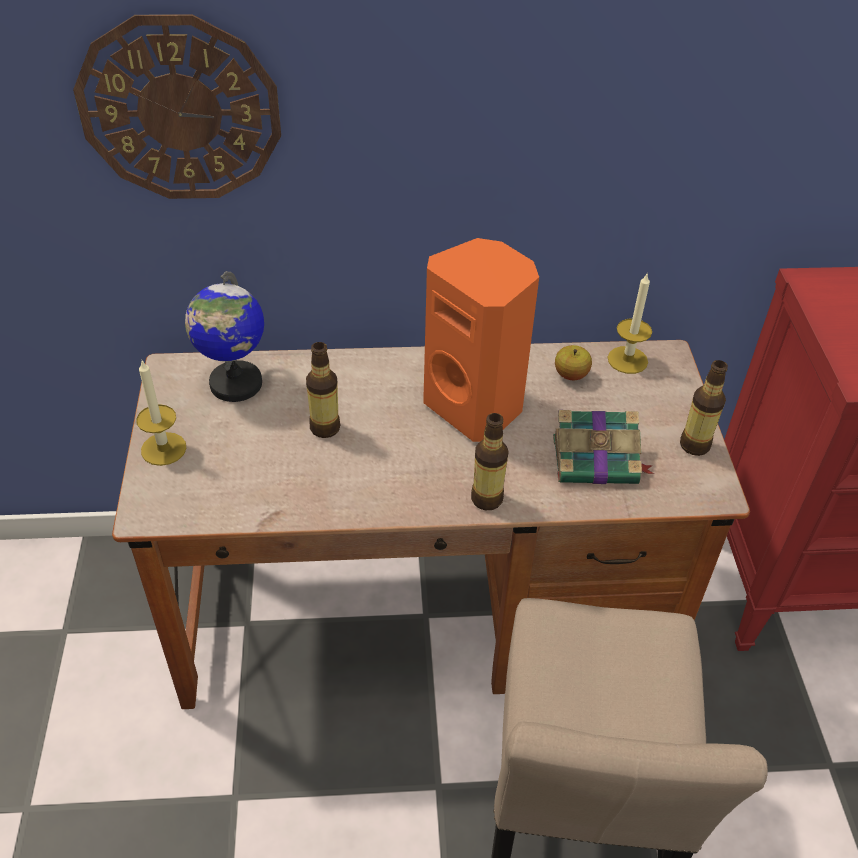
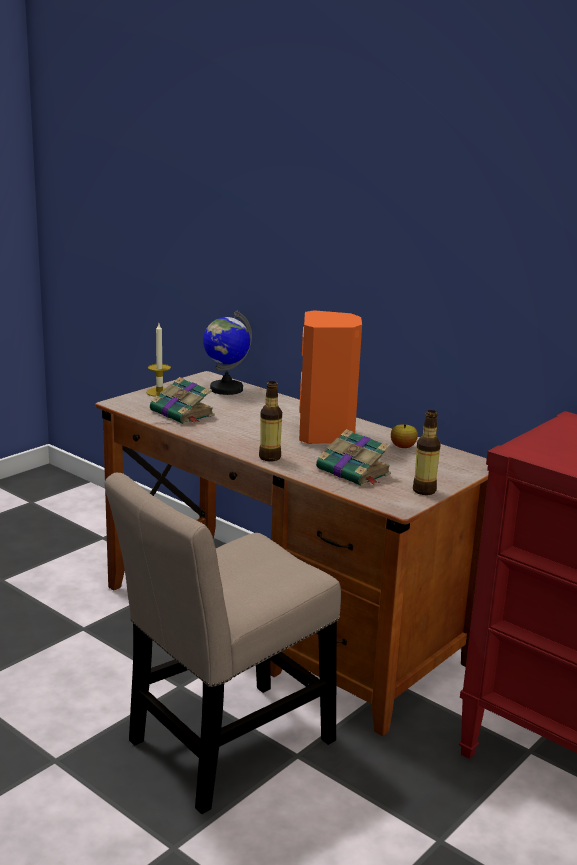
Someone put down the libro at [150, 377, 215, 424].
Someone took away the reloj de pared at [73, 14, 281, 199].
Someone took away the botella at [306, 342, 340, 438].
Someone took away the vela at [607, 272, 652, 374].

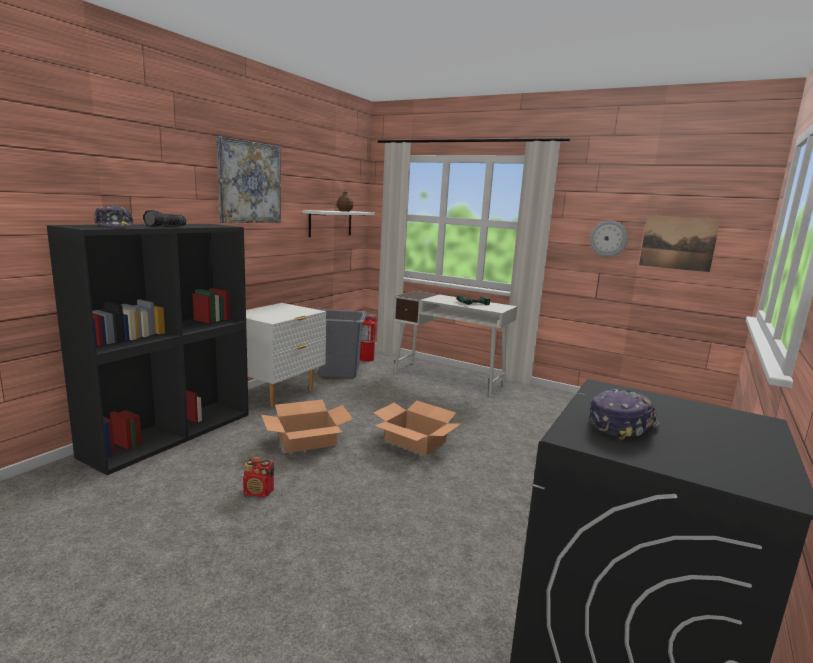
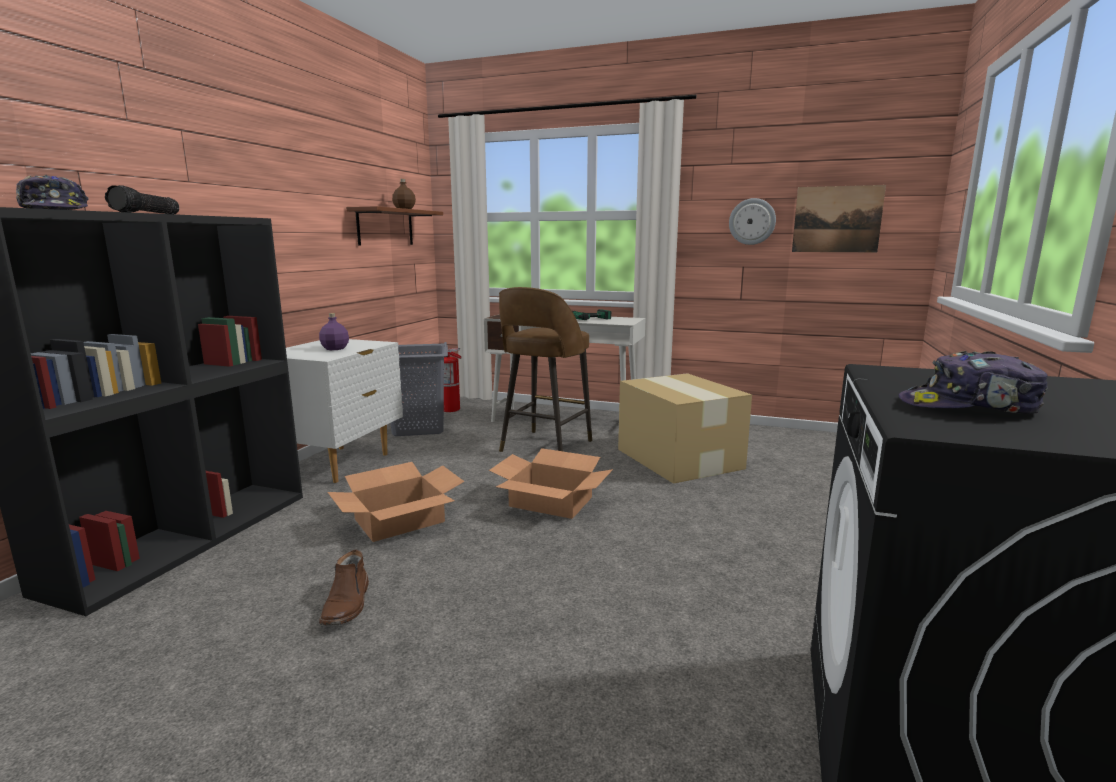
Someone put down the botella [morado] at [319, 313, 349, 350].
Someone swapped the radio at [243, 457, 274, 497] for the bota [marrón] at [319, 550, 369, 625].
Someone repainted the estante [blanco] at [302, 210, 375, 237], which became the estante [marrón] at [346, 206, 443, 245].
Someone put down the taburete [marrón] at [499, 287, 592, 452].
Someone put down the caja de cartón at [618, 373, 752, 484].
Someone rotated the gorra at [589, 389, 660, 440] by 120 degrees counterclockwise.
Someone took away the cuadro at [216, 136, 281, 223].

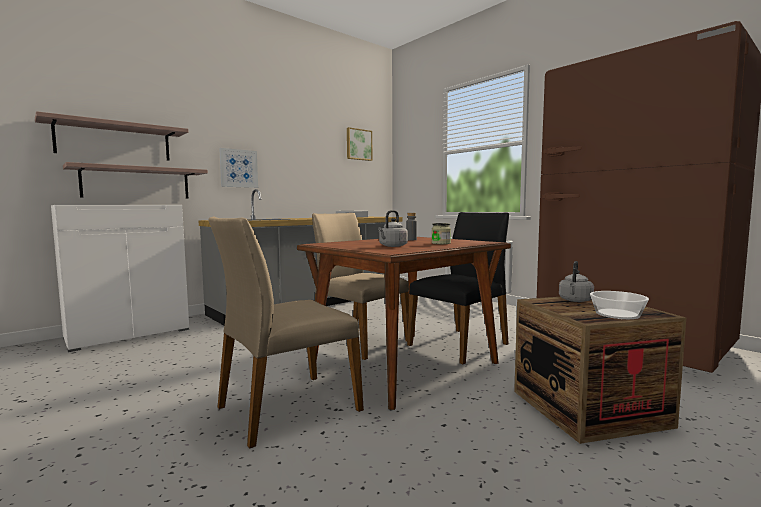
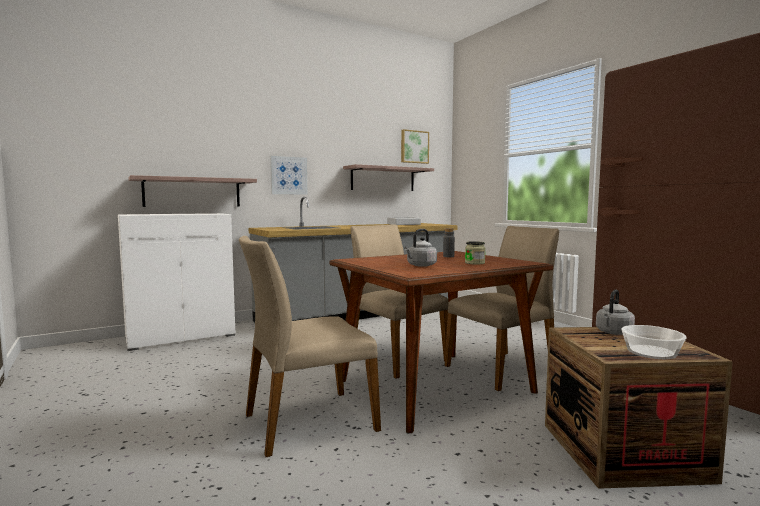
Someone carried the estante from [35, 111, 188, 161] to [343, 164, 434, 191].
Someone repainted the silla [negro] at [407, 212, 509, 364], which became the silla [beis] at [445, 226, 559, 391].

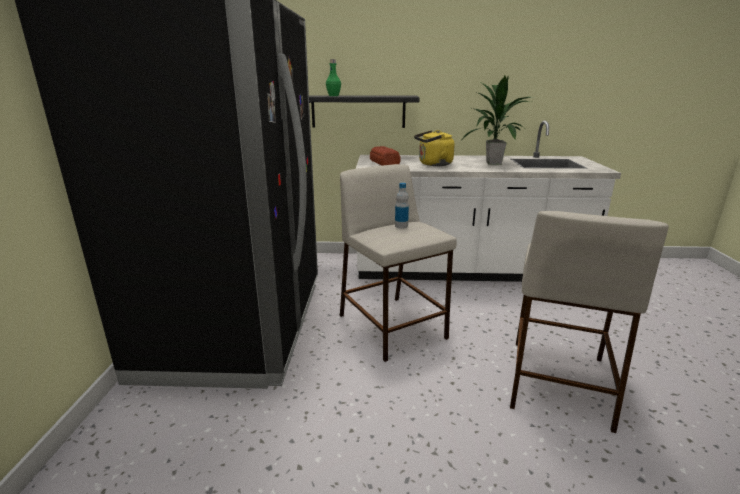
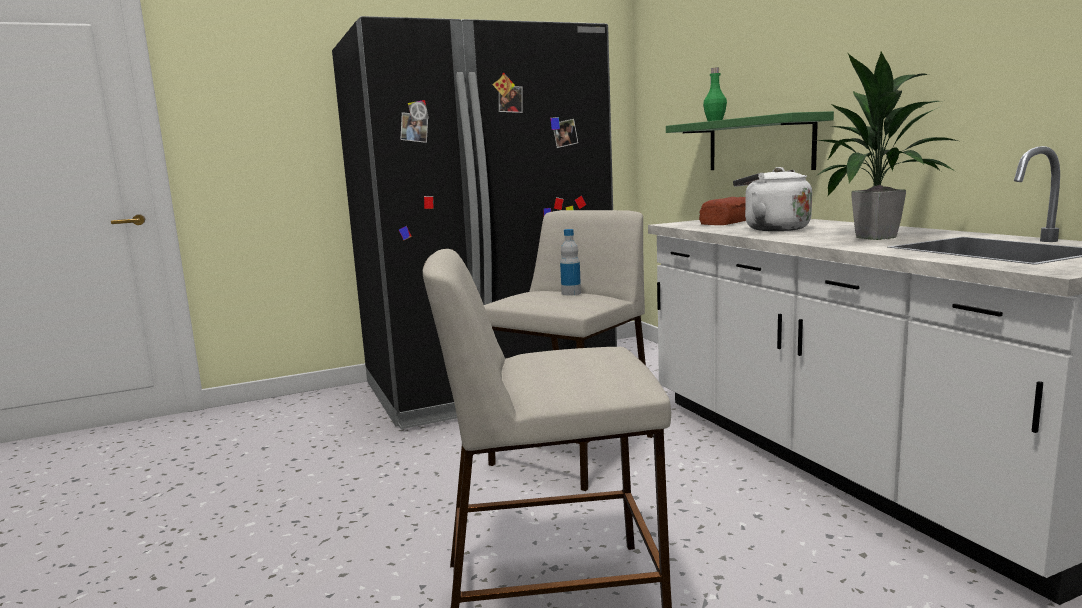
Someone repainted the estante [negro] at [309, 95, 420, 128], which became the estante [verde] at [666, 111, 834, 170].
Someone repainted the hervidor [amarillo] at [414, 130, 455, 166], which became the hervidor [blanco] at [733, 167, 812, 231].

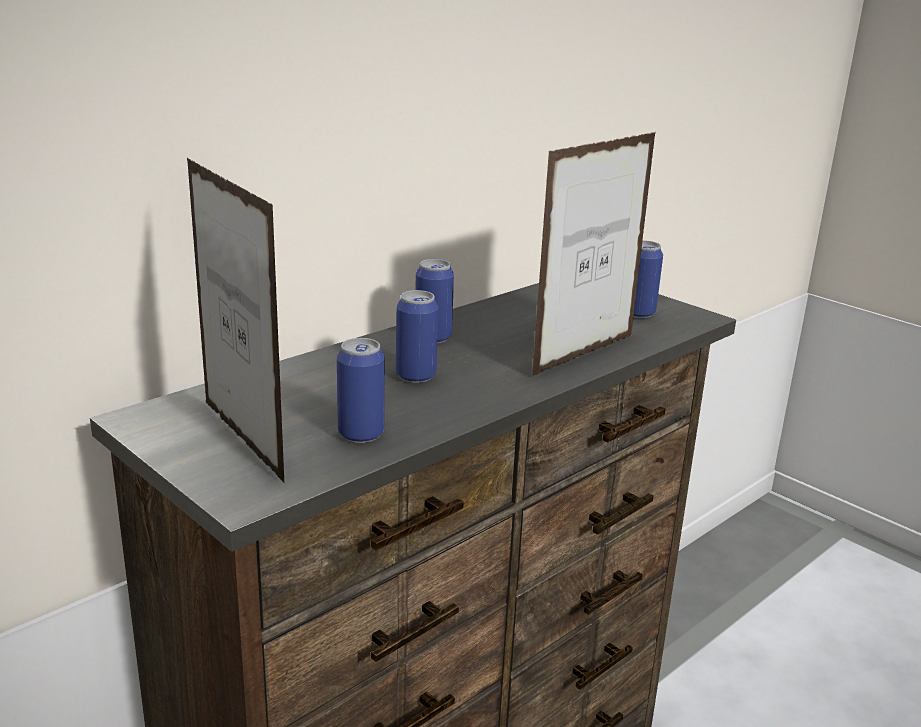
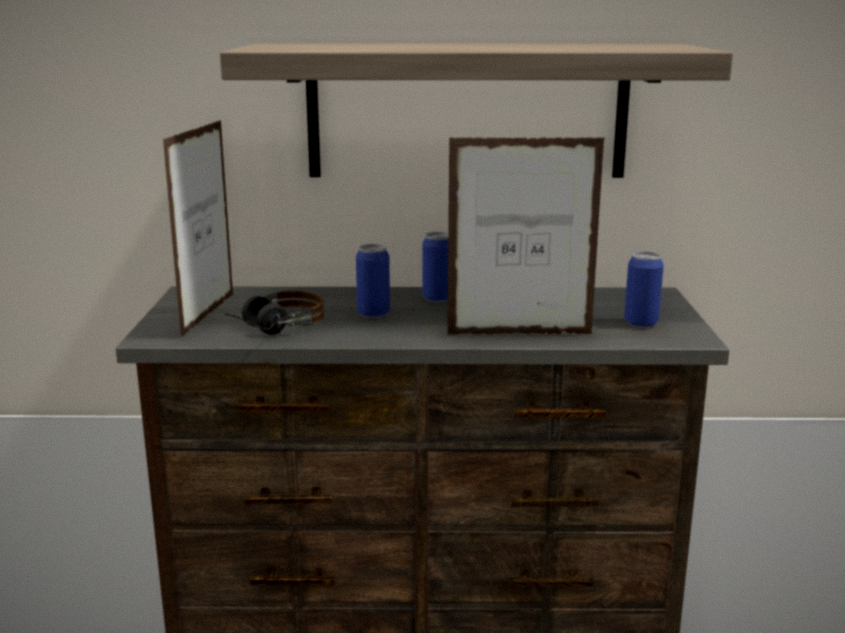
Someone put up the estante at [220, 43, 733, 178].
Someone swapped the lata at [337, 338, 385, 443] for the auriculares at [225, 291, 324, 335].

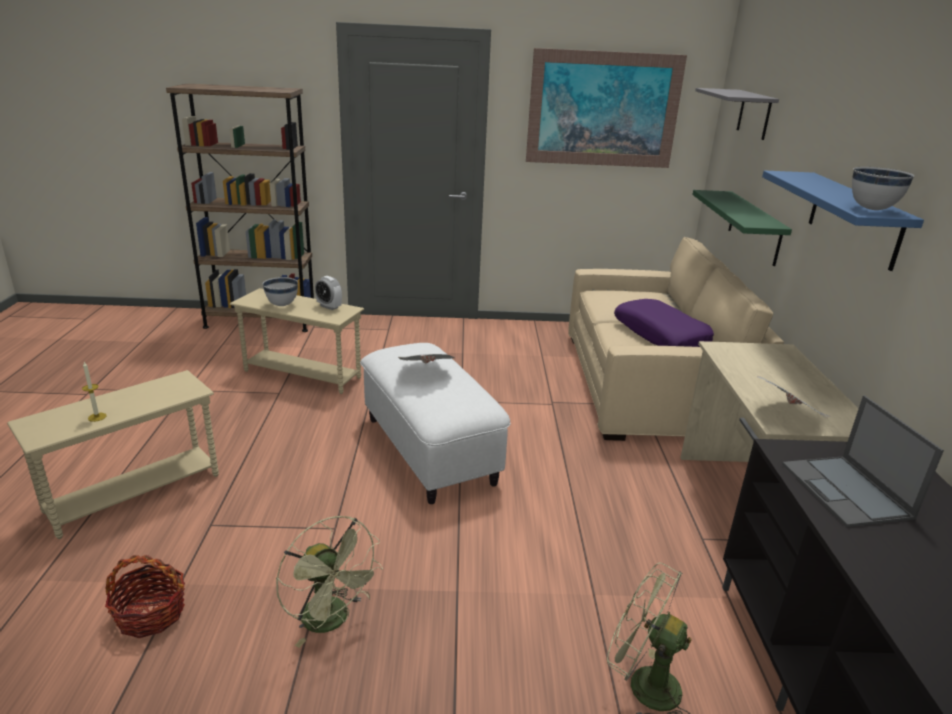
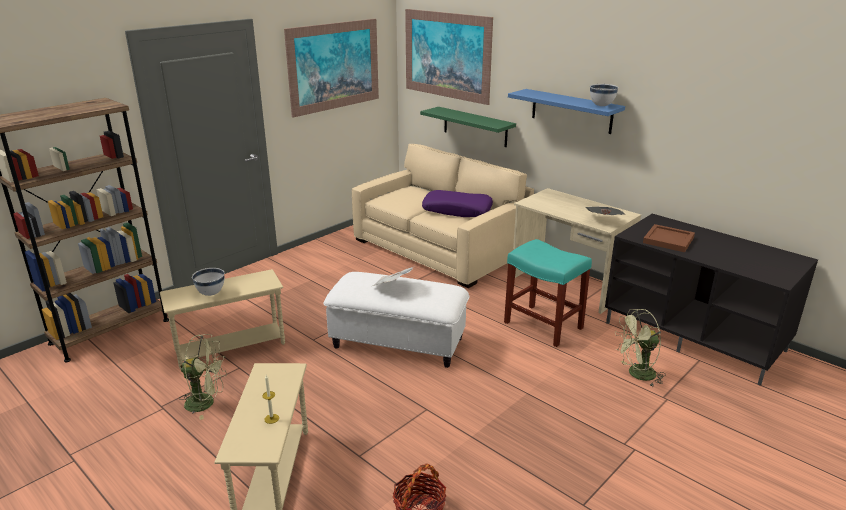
Someone carried the ventilador [verde] from [276, 516, 383, 648] to [179, 334, 227, 420].
Someone swapped the estante [gris] at [695, 88, 779, 140] for the cuadro at [405, 9, 493, 105].
Someone put down the taburete [turquesa] at [504, 239, 592, 347].
Someone swapped the portátil at [782, 396, 944, 527] for the bandeja [marrón] at [643, 224, 695, 252].
Someone took away the despertador at [315, 276, 342, 310].

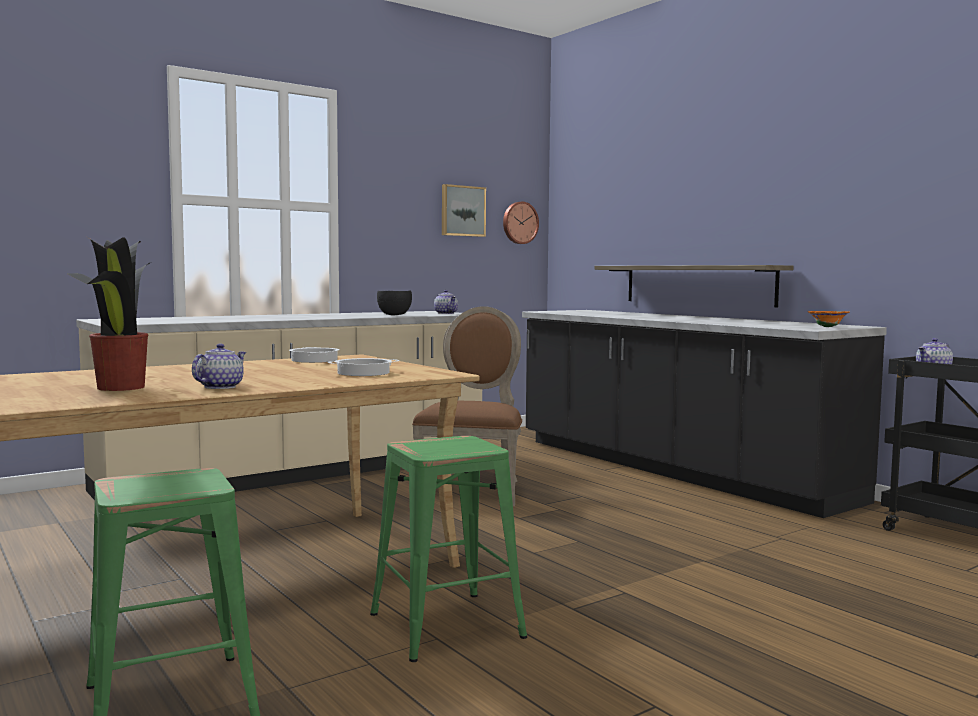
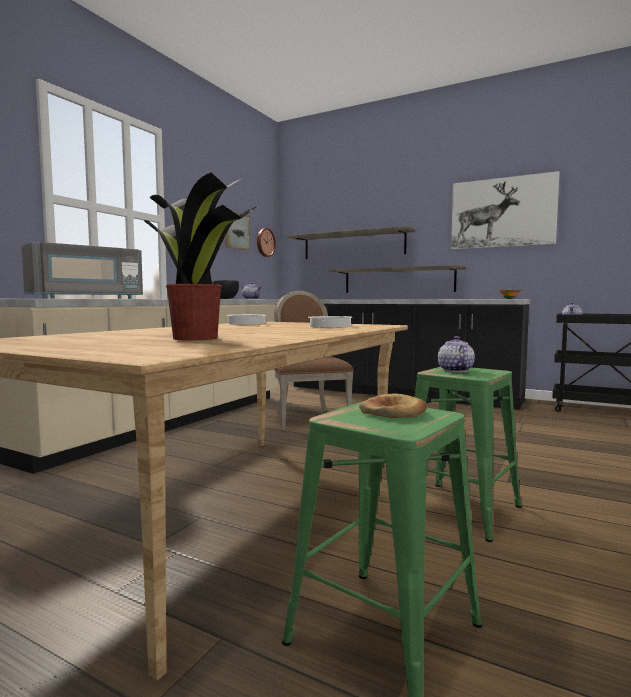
Someone put down the microondas [gris] at [21, 242, 143, 299].
Someone put up the estante at [288, 226, 415, 259].
Someone put down the pan at [359, 394, 427, 418].
Someone carried the tetera from [192, 344, 246, 389] to [438, 336, 475, 372].
Someone put up the cuadro at [451, 171, 560, 249].

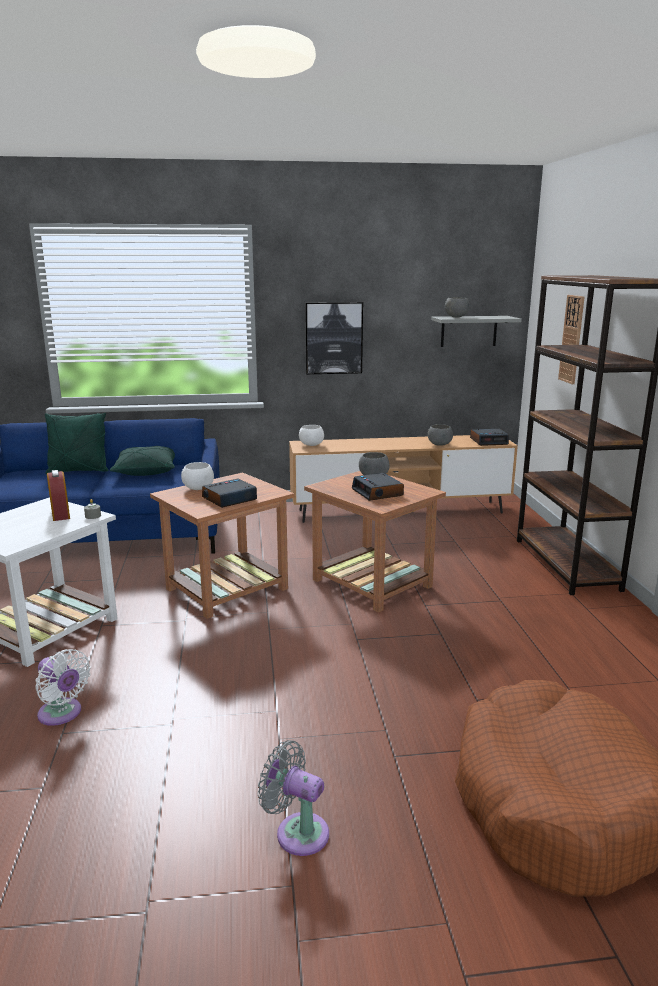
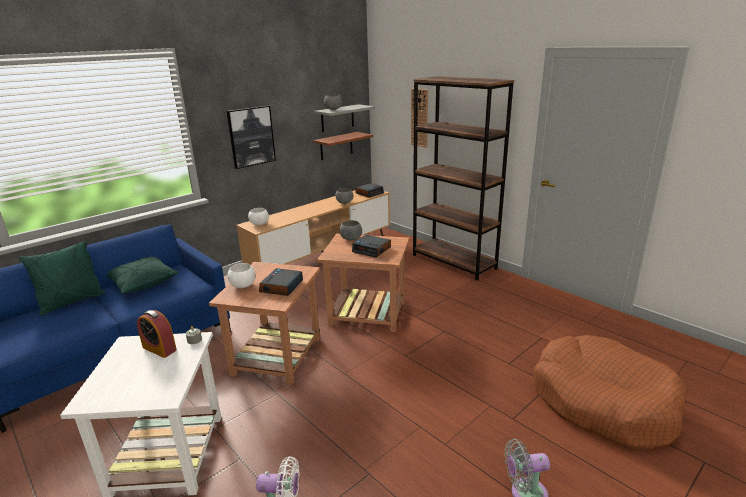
Someone put up the estante [marrón] at [313, 132, 373, 160].

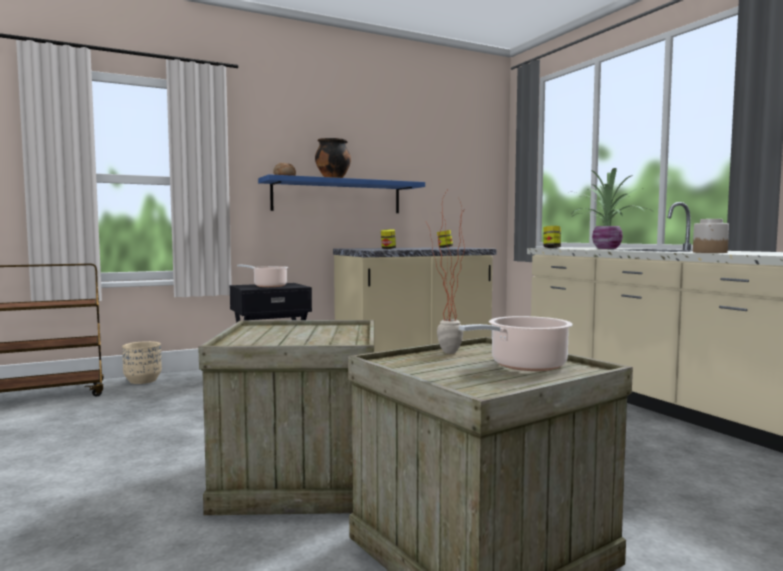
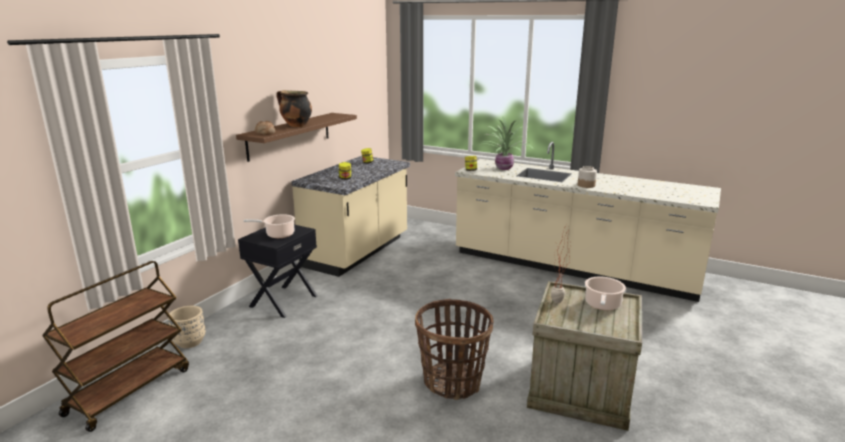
Someone repainted the estante [azul] at [258, 174, 425, 213], which became the estante [marrón] at [236, 113, 357, 162].
Someone swapped the caja de embalaje at [198, 320, 374, 515] for the cesta at [415, 299, 493, 400].

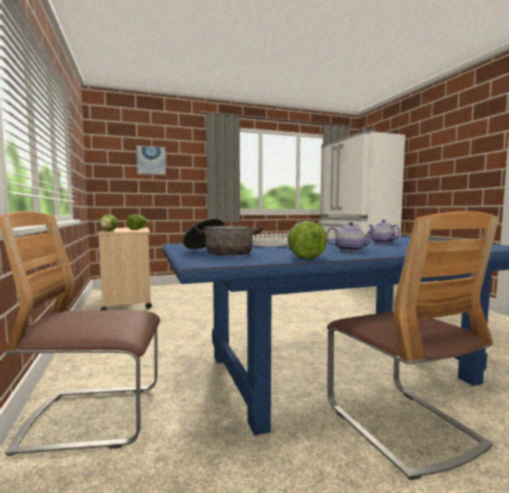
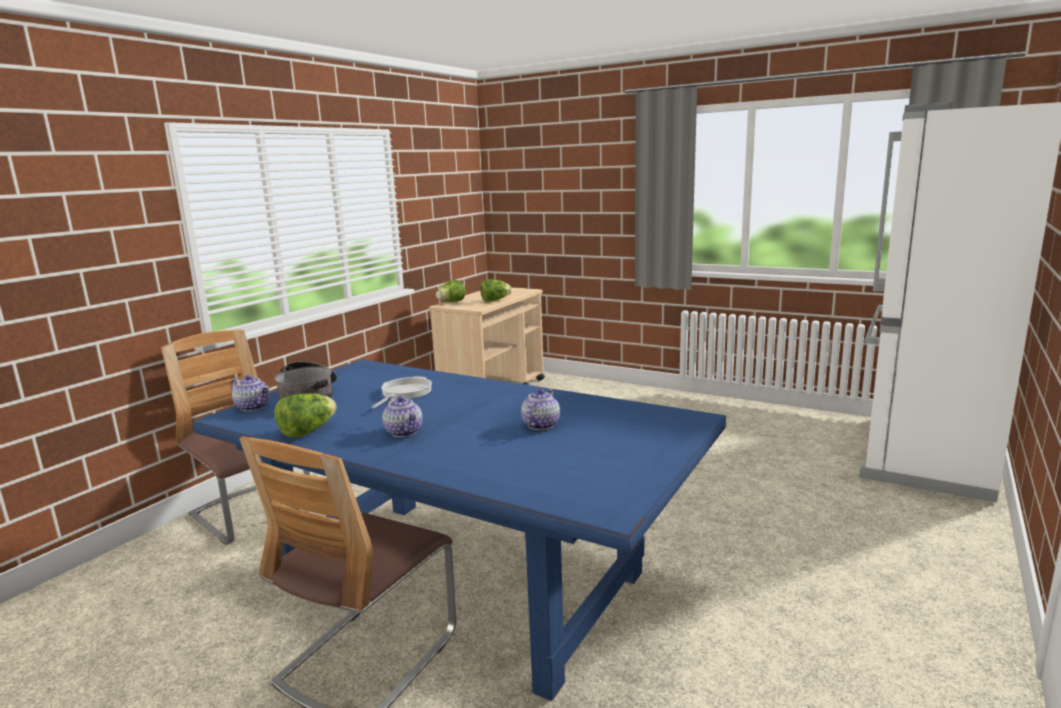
Someone put down the tetera at [231, 375, 270, 411].
Someone took away the cuadro at [136, 145, 166, 175].

